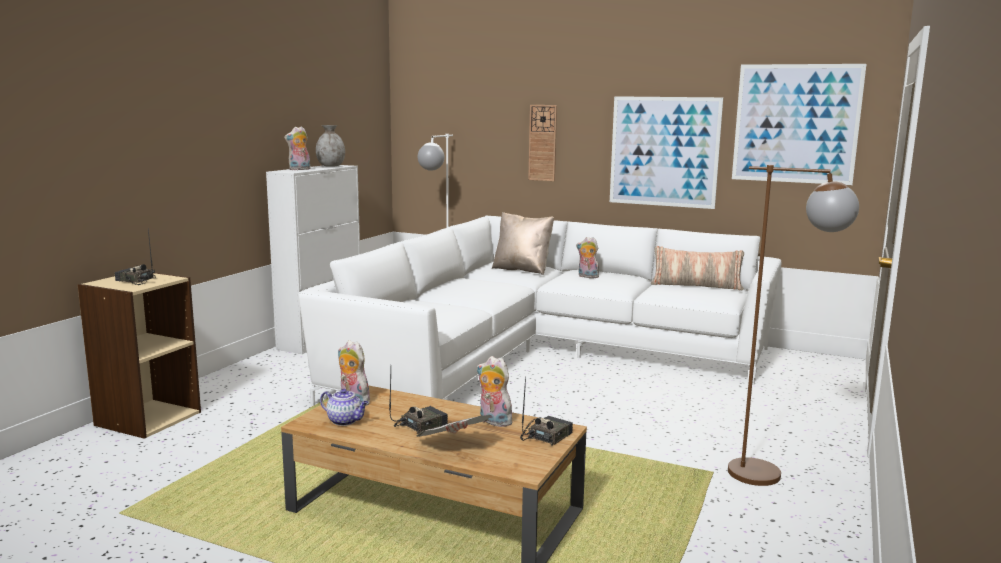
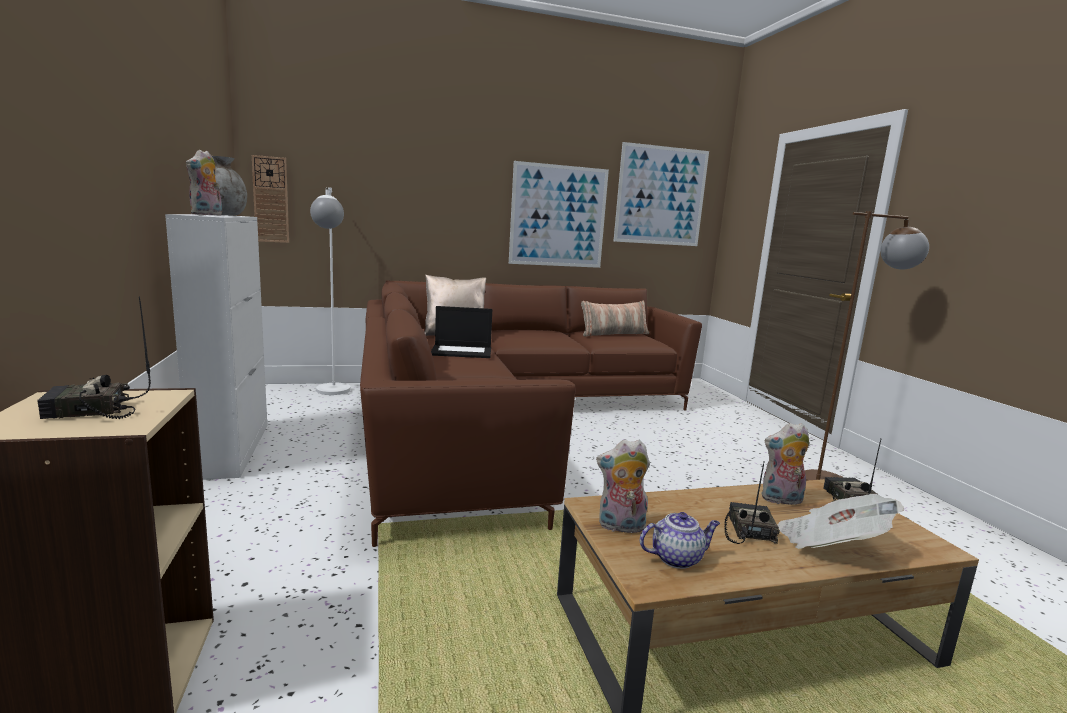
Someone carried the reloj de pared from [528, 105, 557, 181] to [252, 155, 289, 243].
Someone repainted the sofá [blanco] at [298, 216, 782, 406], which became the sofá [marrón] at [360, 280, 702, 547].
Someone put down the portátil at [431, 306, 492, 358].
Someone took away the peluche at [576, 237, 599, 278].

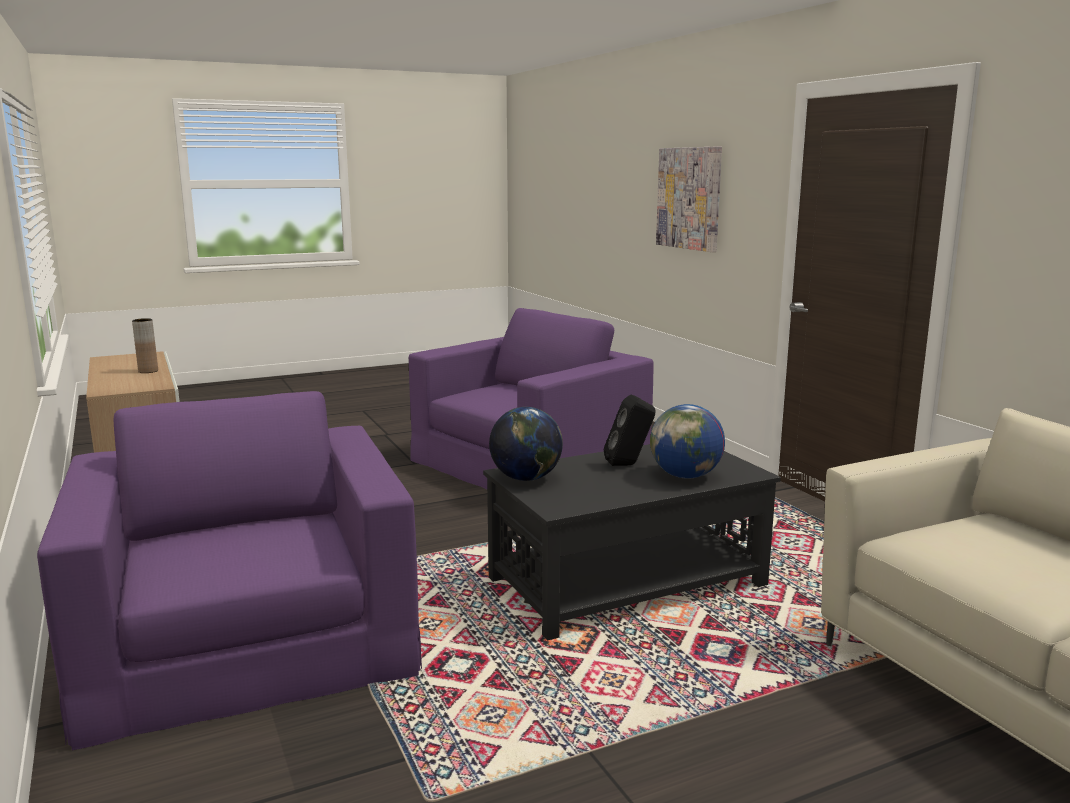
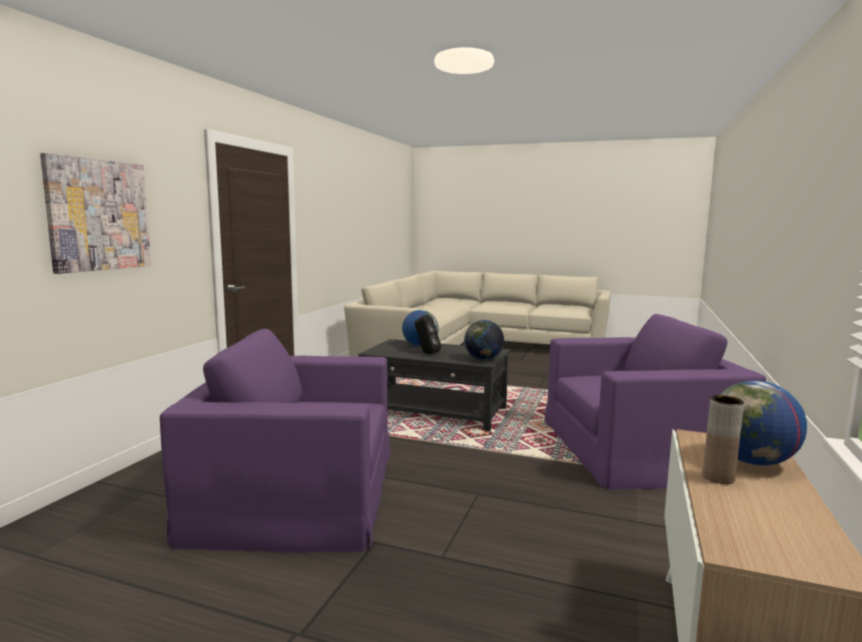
Someone rotated the sillón [morado] at [37, 391, 422, 751] by 120 degrees counterclockwise.
Someone put down the globo terráqueo at [720, 380, 807, 466].

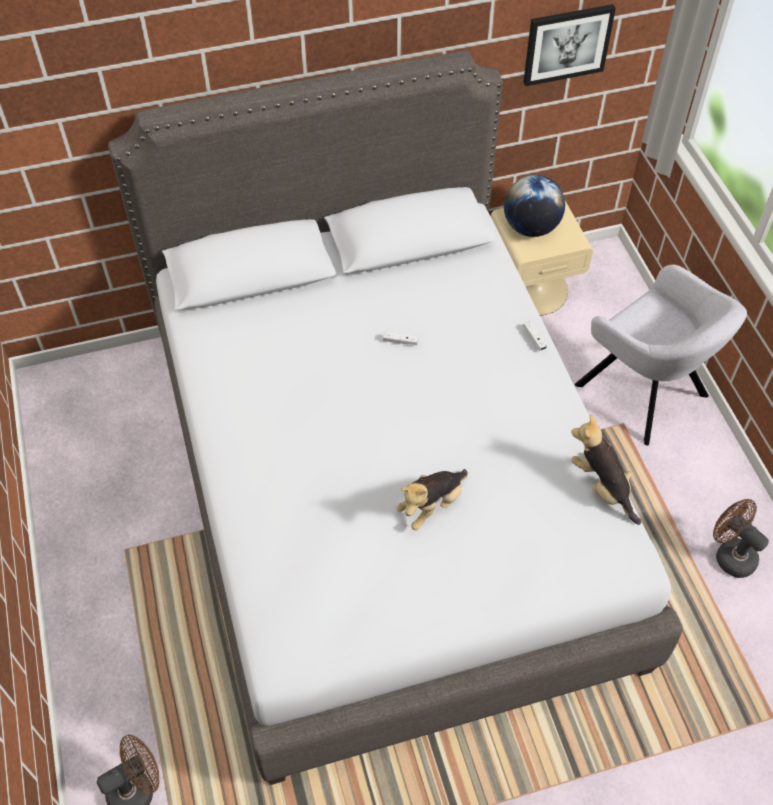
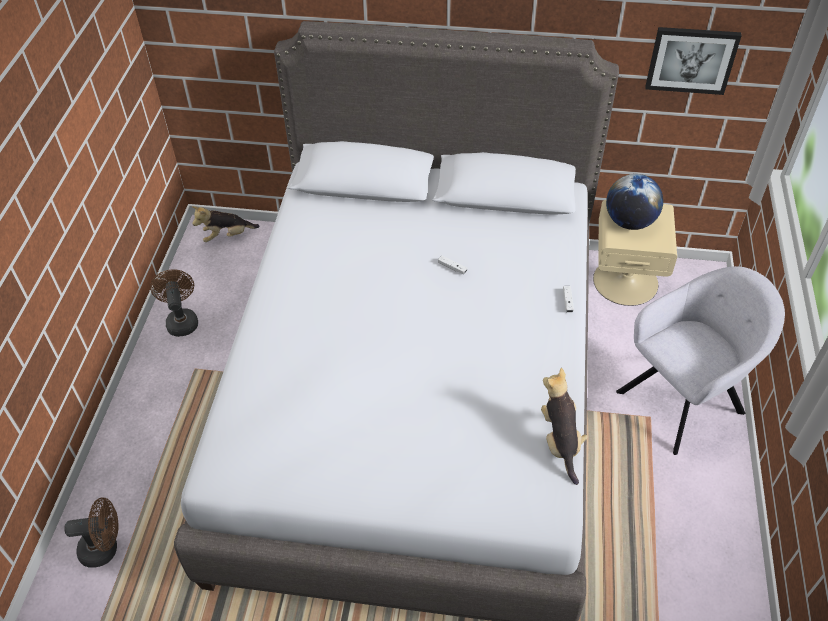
Someone carried the ventilador [marrón] from [713, 499, 769, 578] to [150, 269, 198, 337].
Someone carried the peluche from [396, 469, 468, 530] to [192, 206, 260, 242].
Someone rotated the sillón [gris] at [575, 264, 747, 446] by 105 degrees counterclockwise.

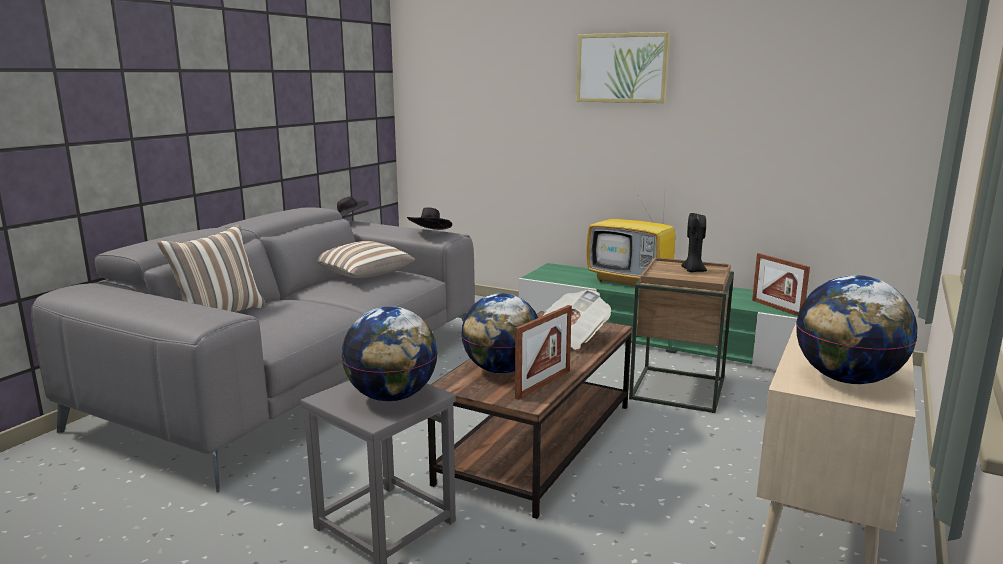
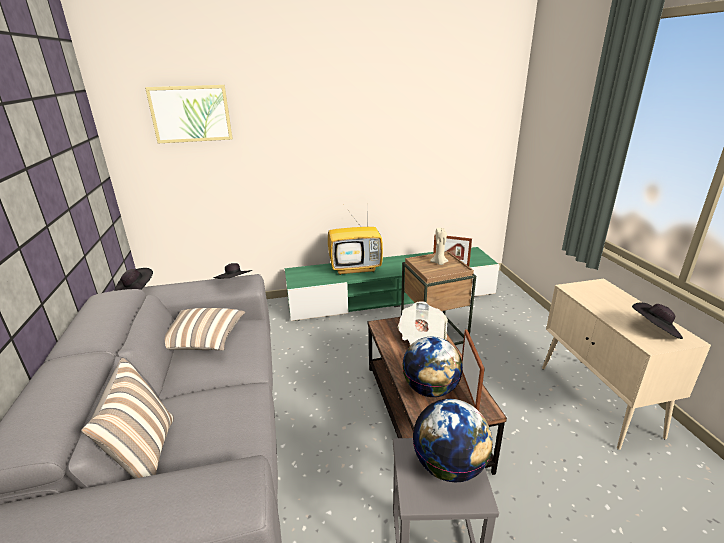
Someone carried the cuadro from [576, 32, 670, 103] to [145, 85, 233, 143].
Someone repainted the vela [negro] at [681, 213, 707, 272], which became the vela [beis] at [430, 228, 448, 265].
Someone swapped the globo terráqueo at [796, 275, 917, 384] for the sombrero [negro] at [632, 303, 683, 339].

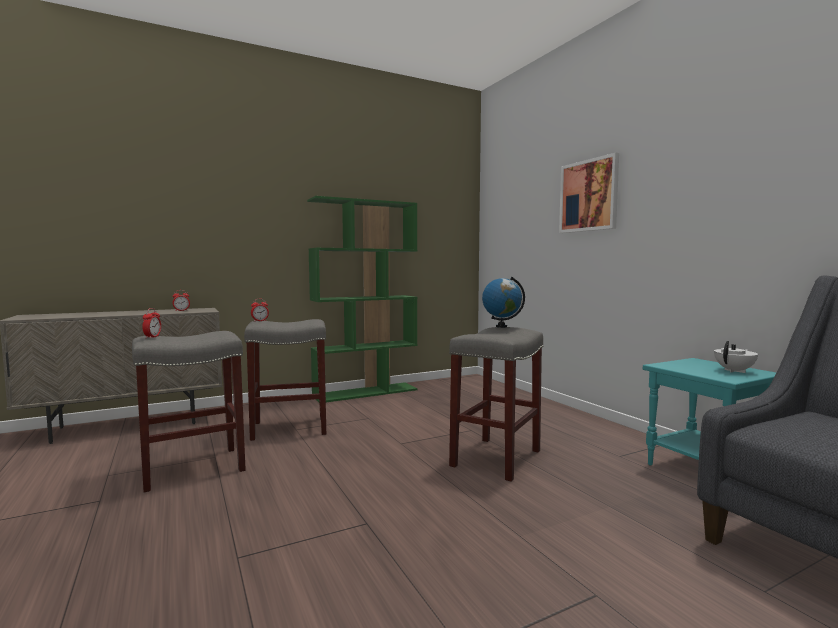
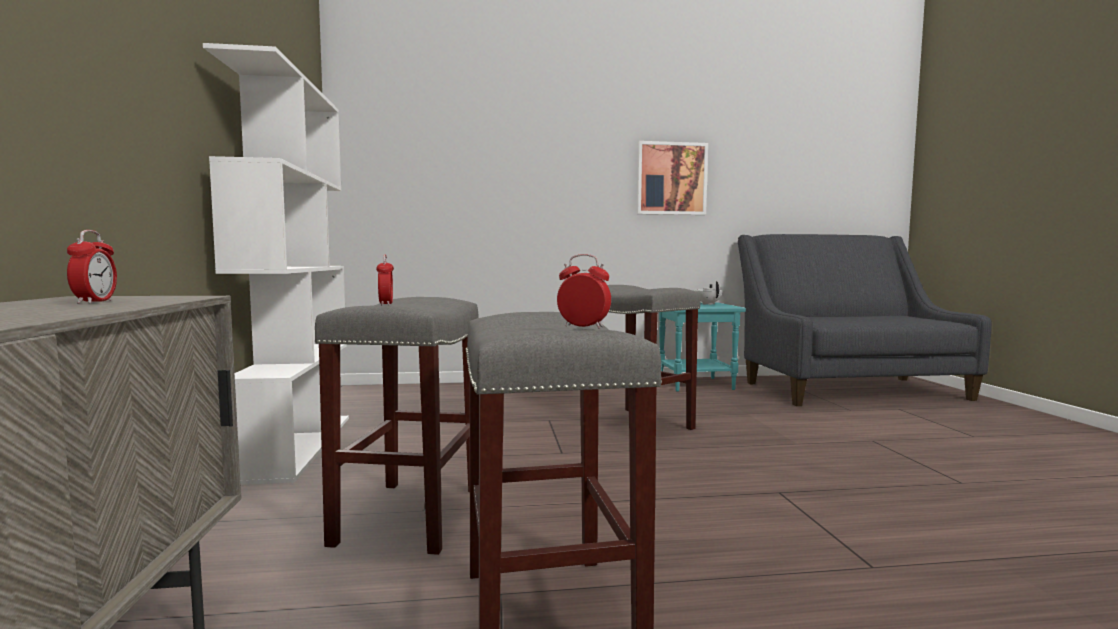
Someone repainted the estantería [verde] at [307, 196, 417, 402], which became the estantería [blanco] at [203, 43, 349, 485].
Someone carried the cuadro from [559, 152, 619, 233] to [637, 141, 708, 215].
Someone took away the globo terráqueo at [482, 277, 525, 328].

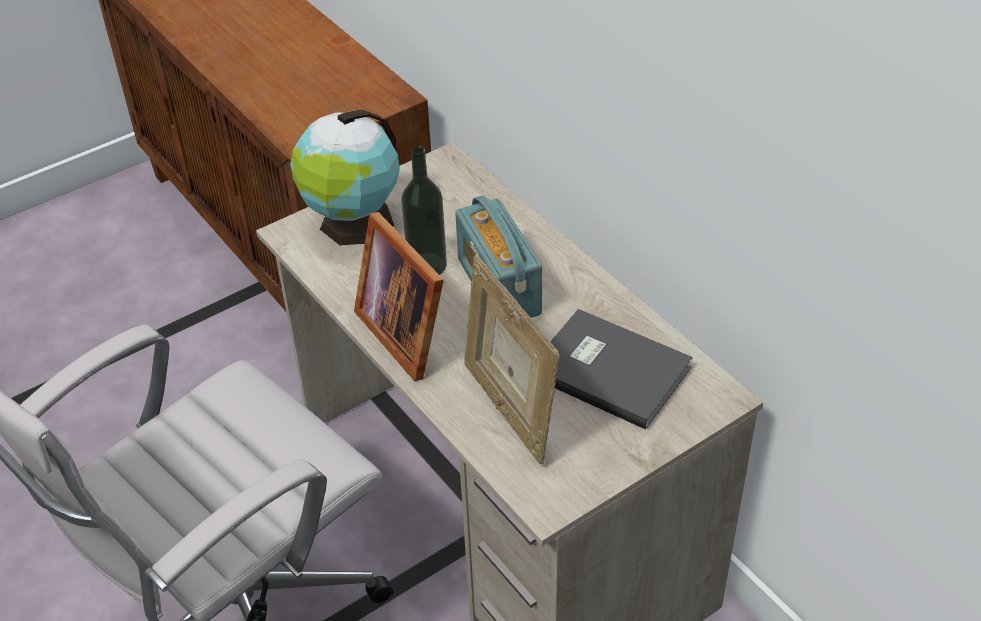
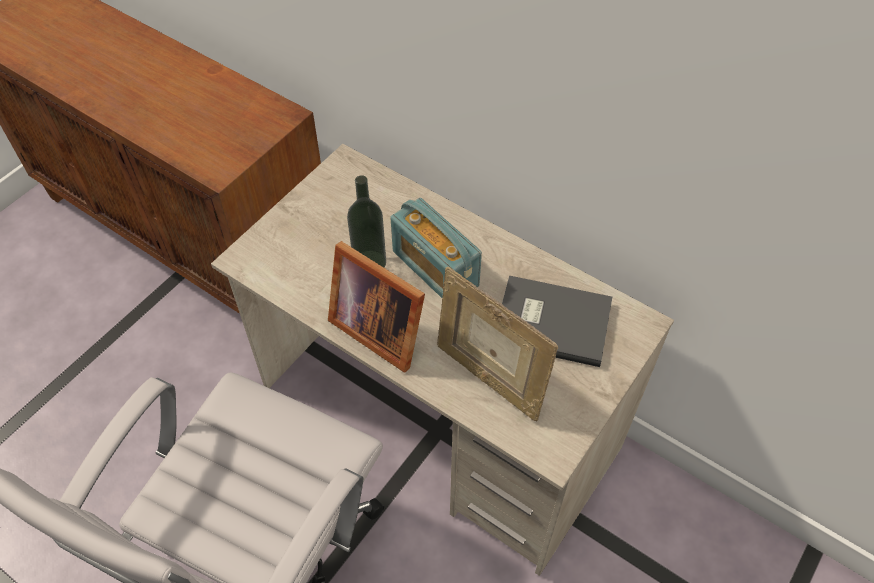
Someone took away the globo terráqueo at [290, 109, 400, 245].

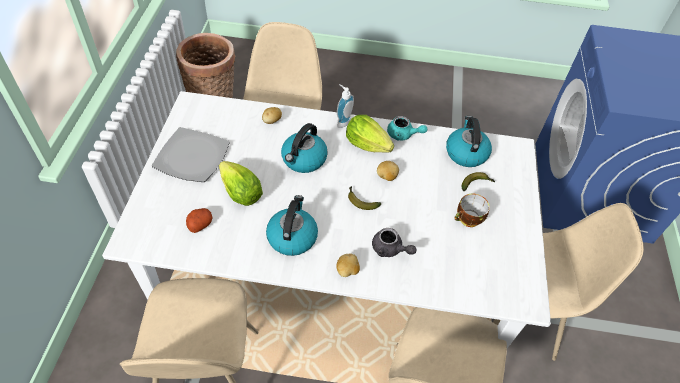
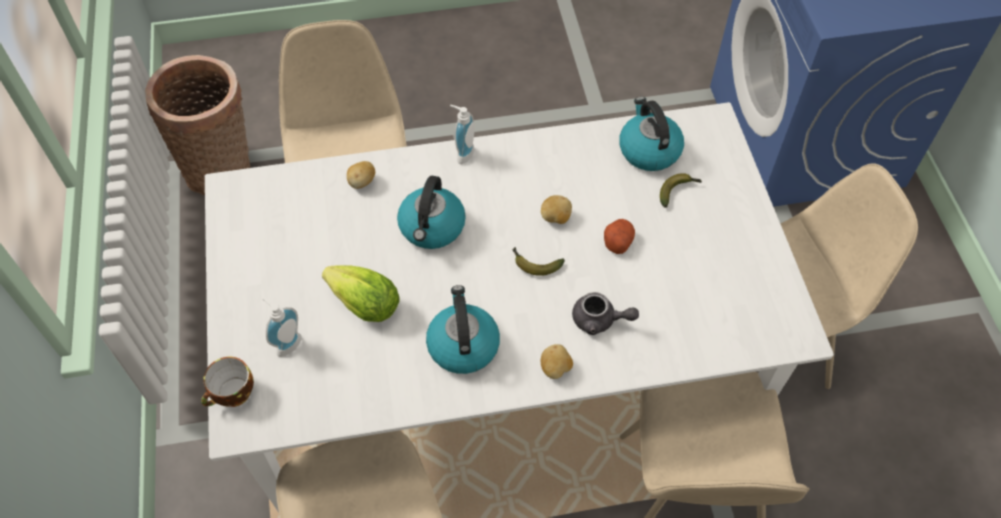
Someone carried the taza from [455, 194, 490, 227] to [201, 357, 254, 407].
Someone put down the dispensador de jabón at [263, 298, 302, 357].
Someone carried the patata from [186, 208, 212, 233] to [604, 219, 635, 254].
Someone took away the plato at [152, 127, 230, 182].
Someone took away the lechuga at [346, 115, 394, 152].
Someone took away the tetera [turquesa] at [387, 116, 427, 140].

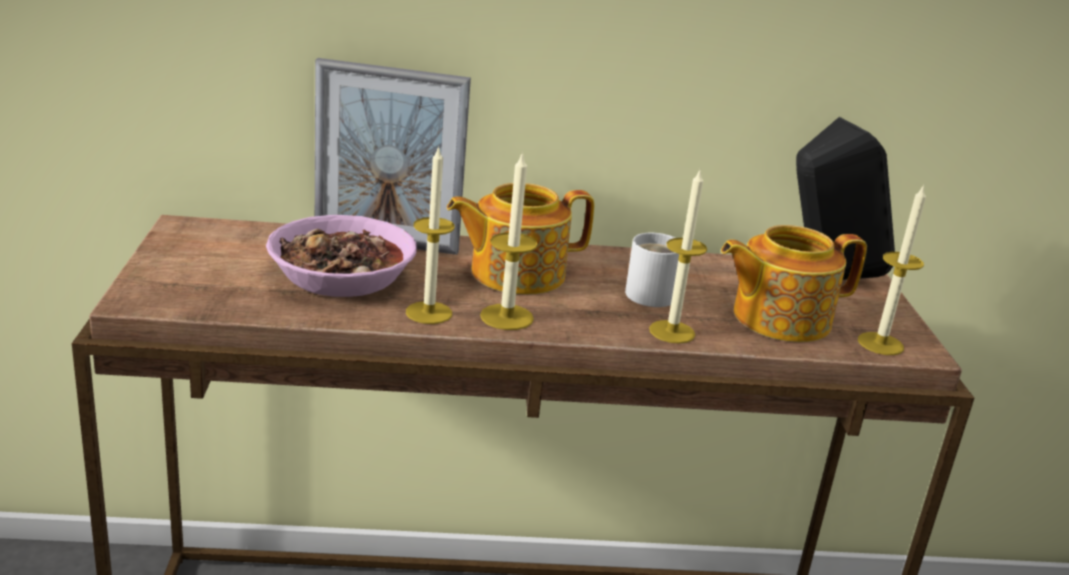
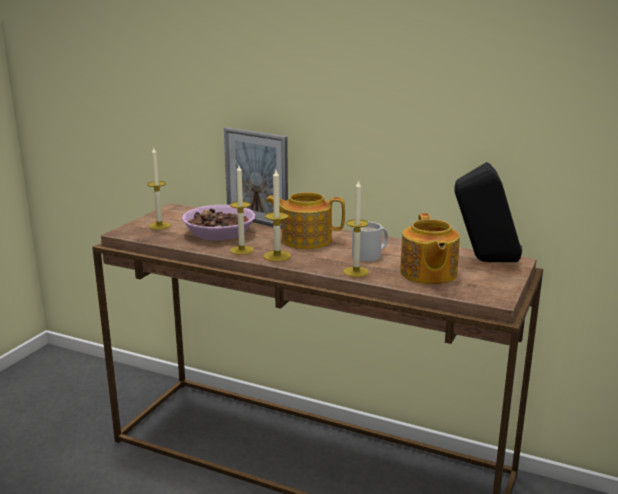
Someone carried the vela from [858, 185, 926, 355] to [147, 146, 171, 230].
Someone rotated the tetera at [721, 225, 867, 342] by 105 degrees counterclockwise.

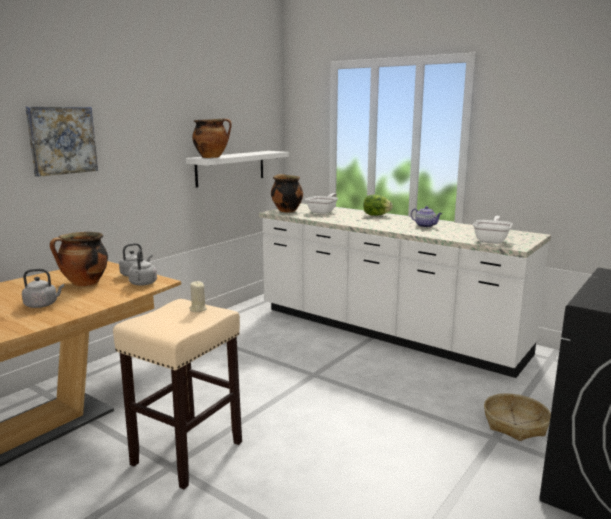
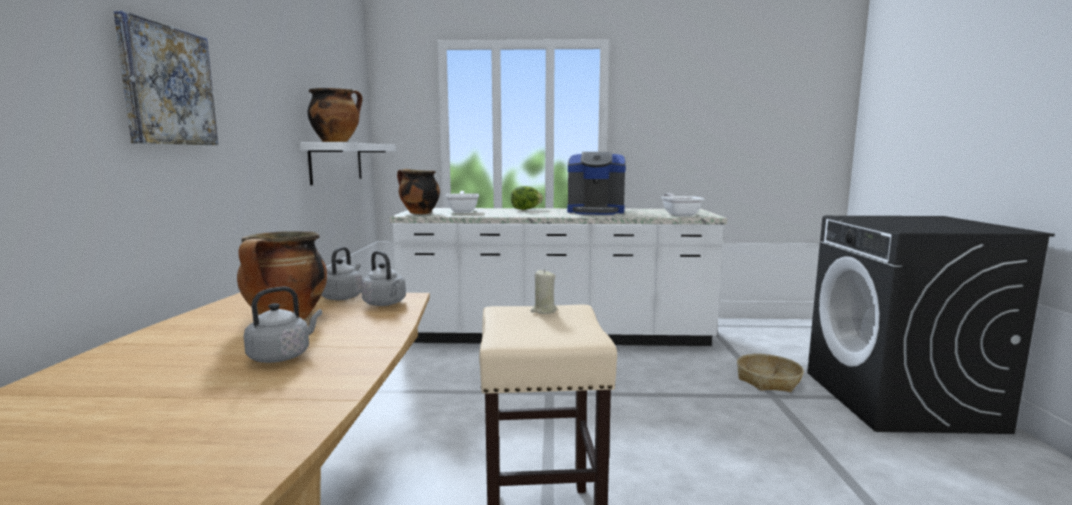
Someone swapped the tetera at [411, 206, 442, 228] for the cafetera at [567, 152, 626, 215].

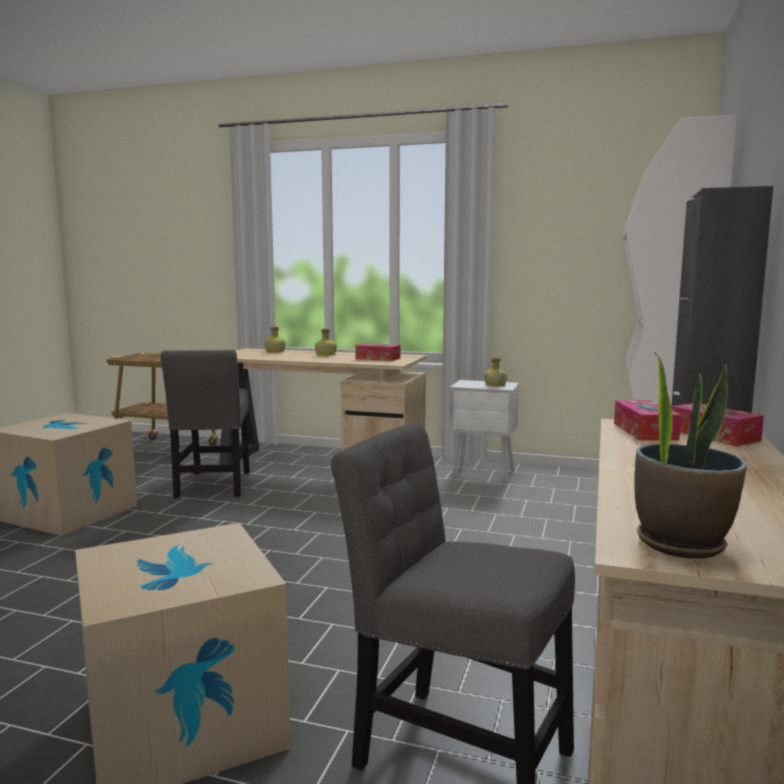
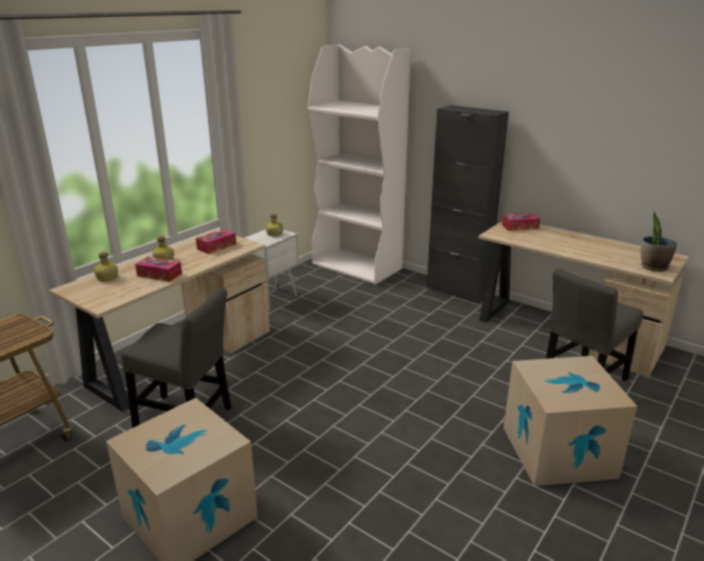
Someone carried the caja de pañuelos from [614, 400, 681, 441] to [135, 257, 182, 282].

